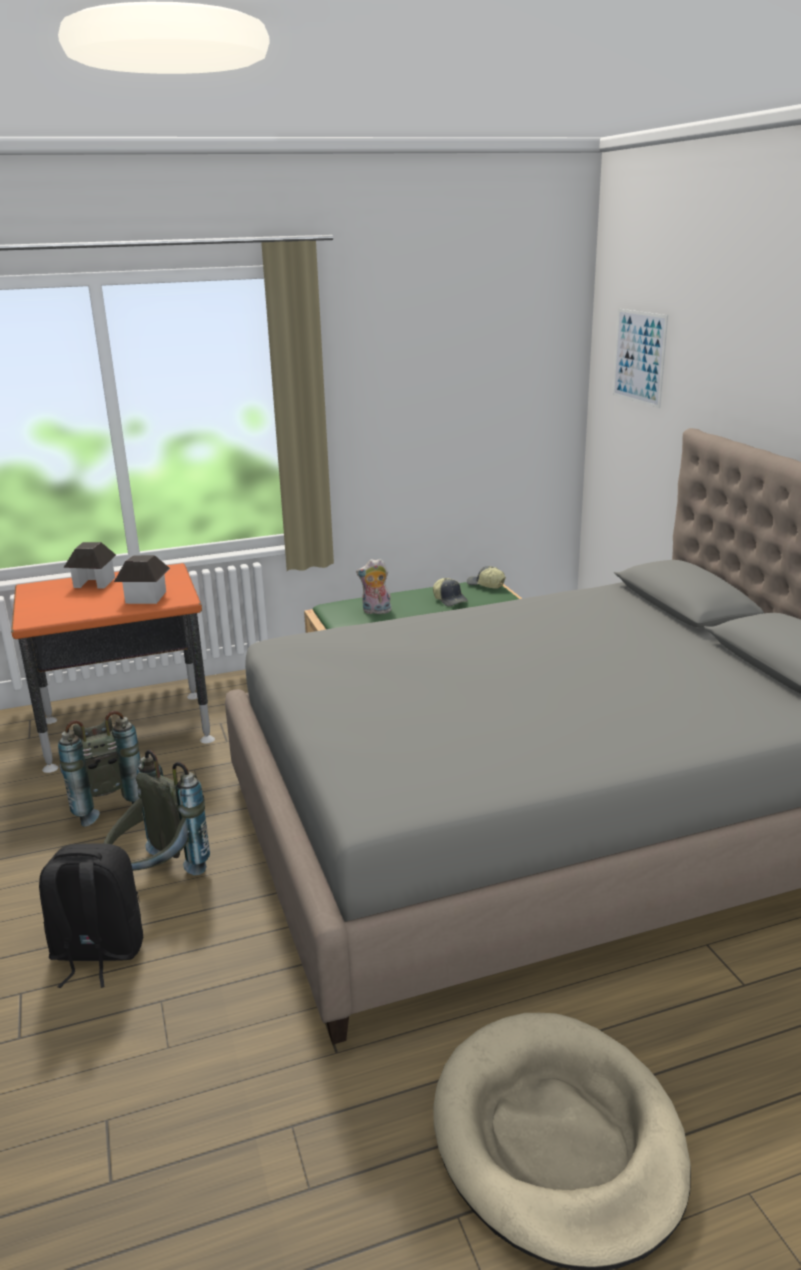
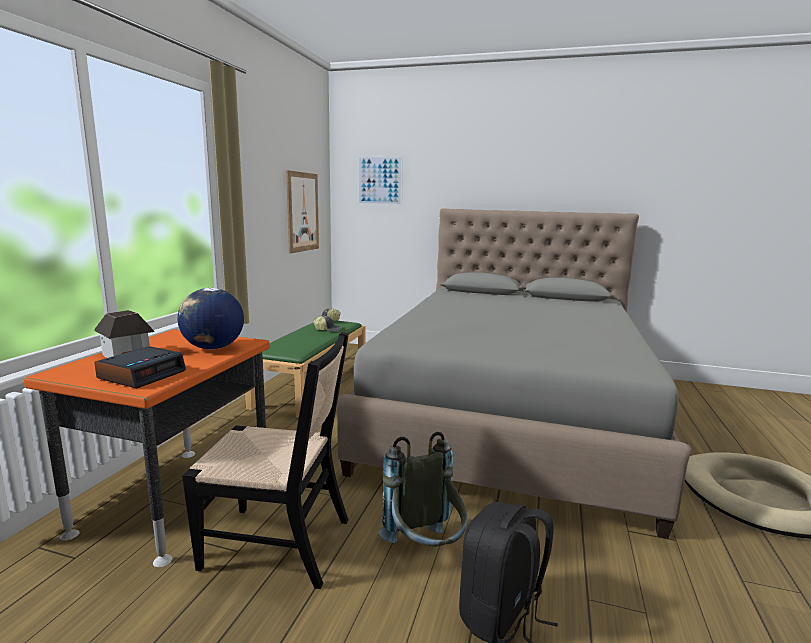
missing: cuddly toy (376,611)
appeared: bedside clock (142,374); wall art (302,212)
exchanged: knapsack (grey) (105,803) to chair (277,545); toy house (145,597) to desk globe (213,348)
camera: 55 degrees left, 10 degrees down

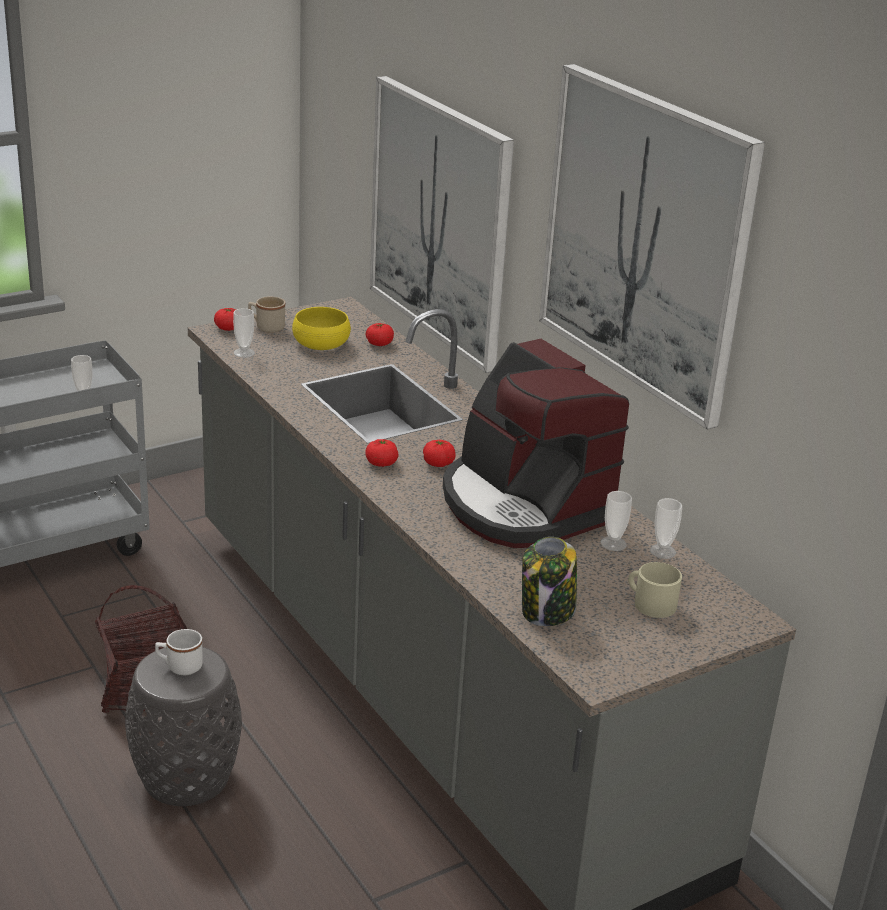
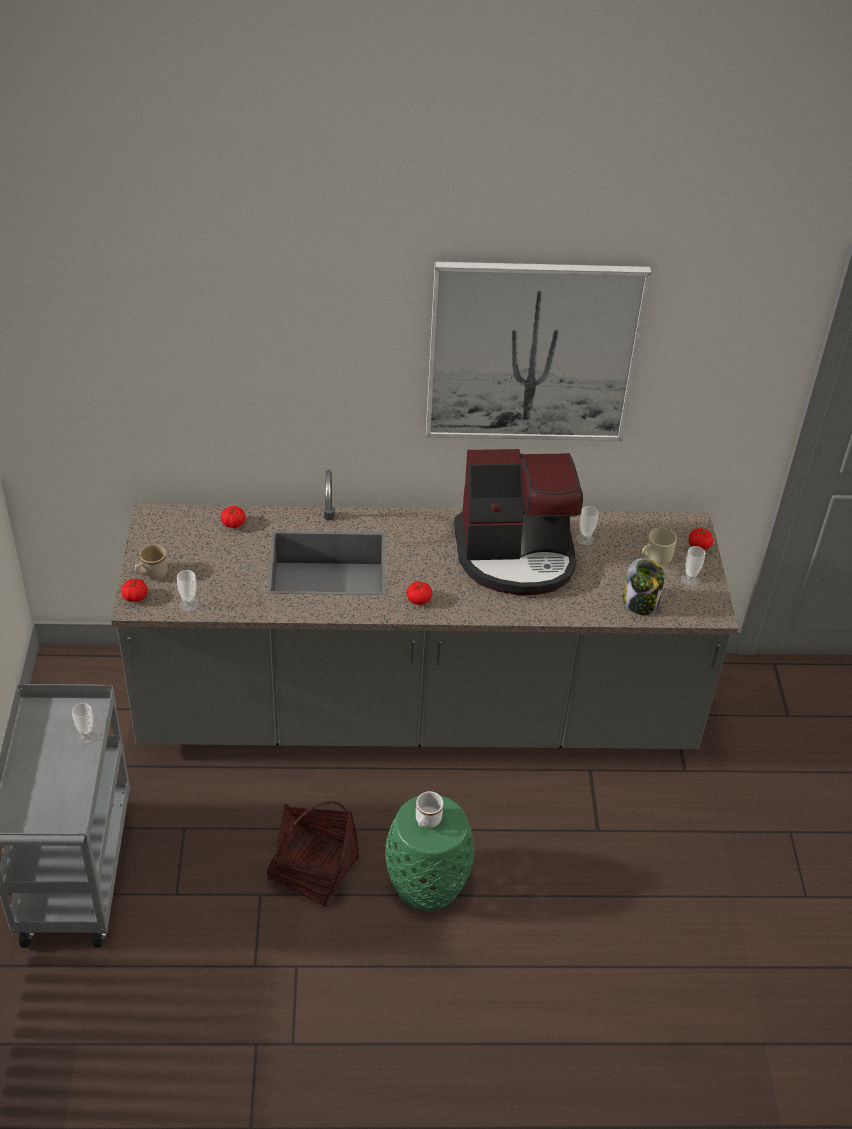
missing: bowl (yellow) (321,343); wall art (439,220)
relocated: fresh tomato (438,463) to (699,545); small cup (662,551) to (690,579)
colour: stool (grey) (186,778) to stool (green) (427,883)
camera: 60 degrees left, 15 degrees up

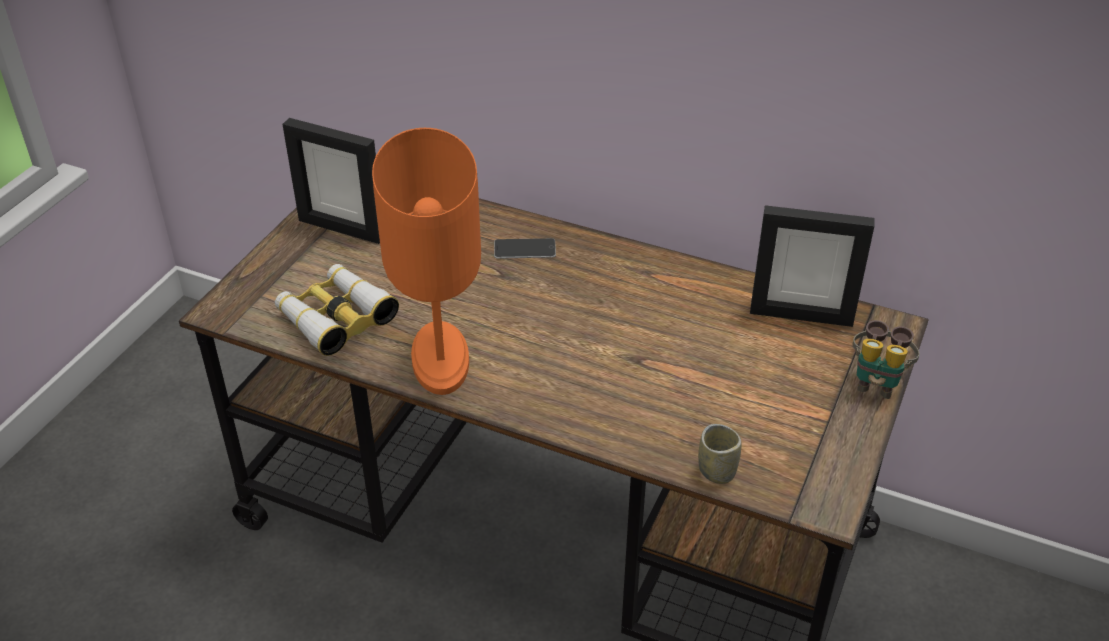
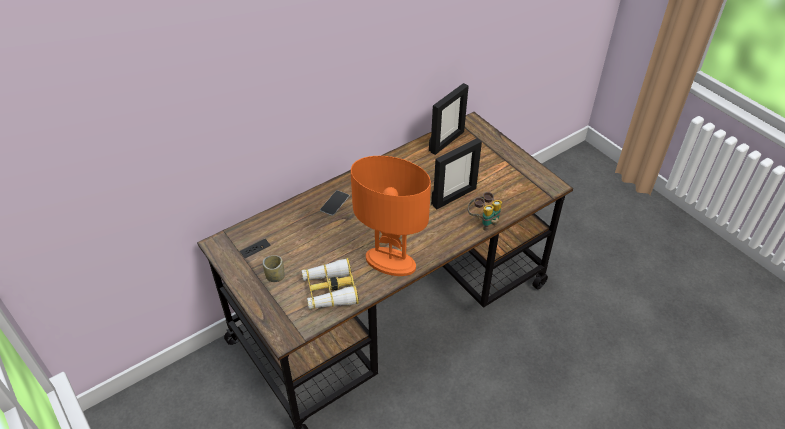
relocated: photo frame (342,227) to (454,196); small cup (717,471) to (275,276); field glasses (877,381) to (483,221)
camera: 60 degrees left, 5 degrees up

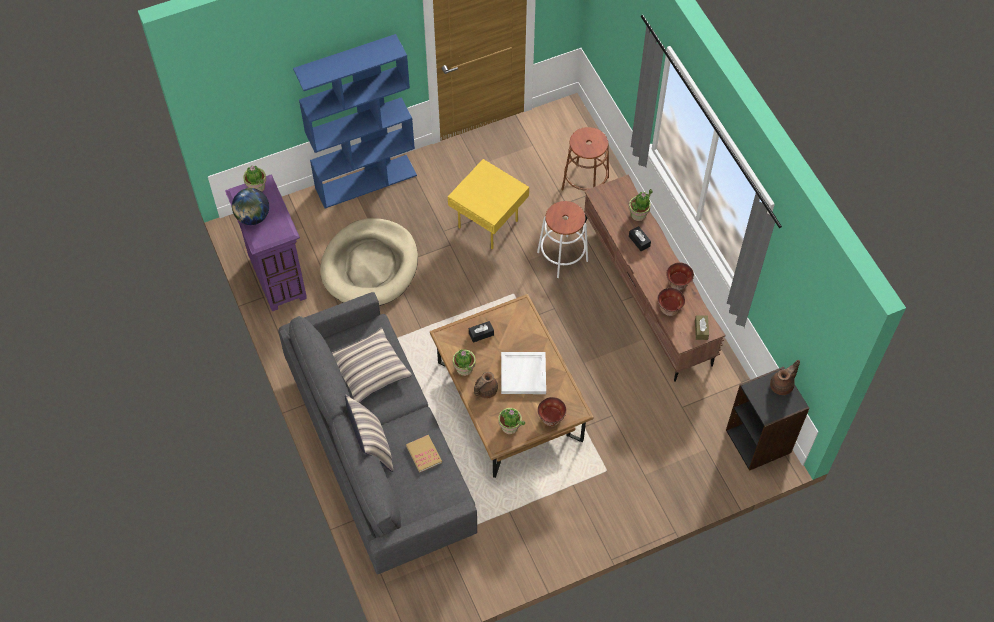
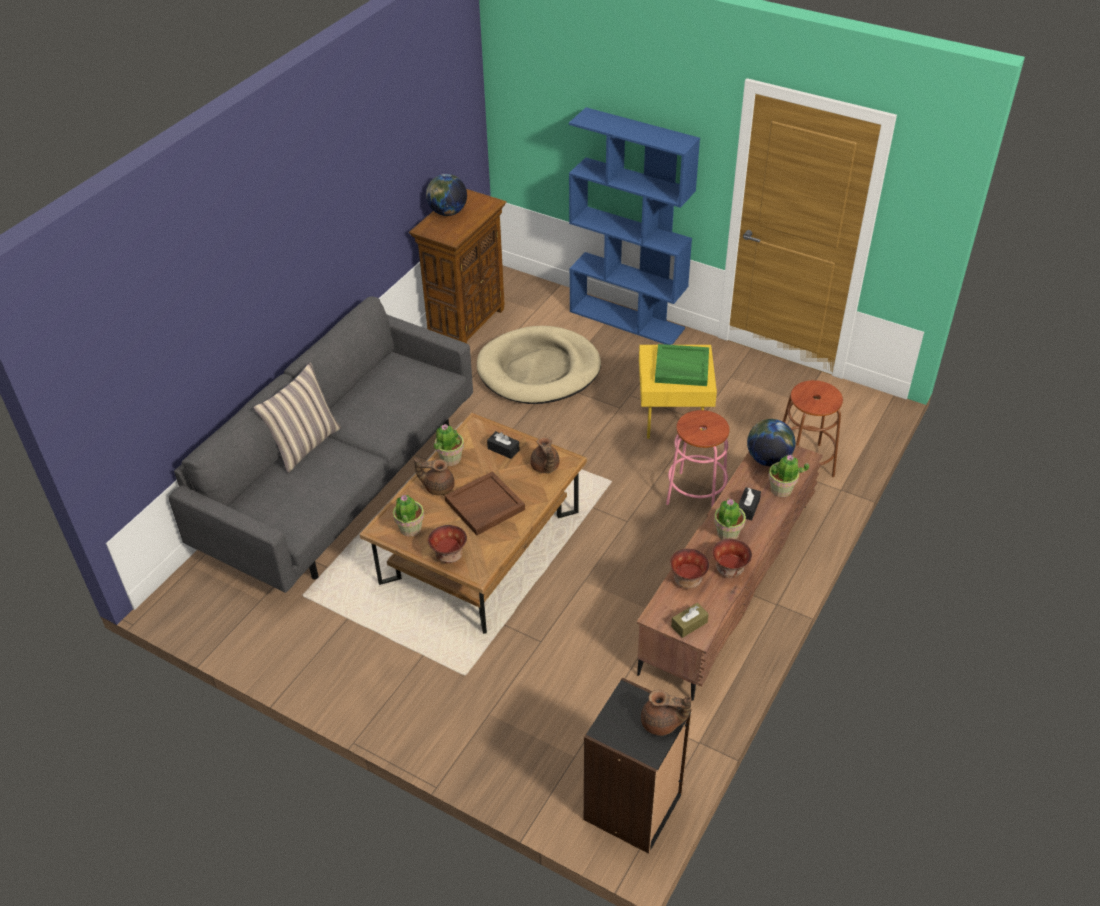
missing: throw pillow (369,370); book (424,454)
appeared: teapot (brown) (545,467); carrying tray (green) (681,367); desk globe (768,459)
relocated: houseplant (257,187) to (727,533)
colour: cupboard (purple) (276,277) to cupboard (brown) (466,322); carrying tray (white) (523,374) to carrying tray (brown) (484,506); stool (white) (562,256) to stool (pinkish) (696,494)
camera: 55 degrees right, 15 degrees down

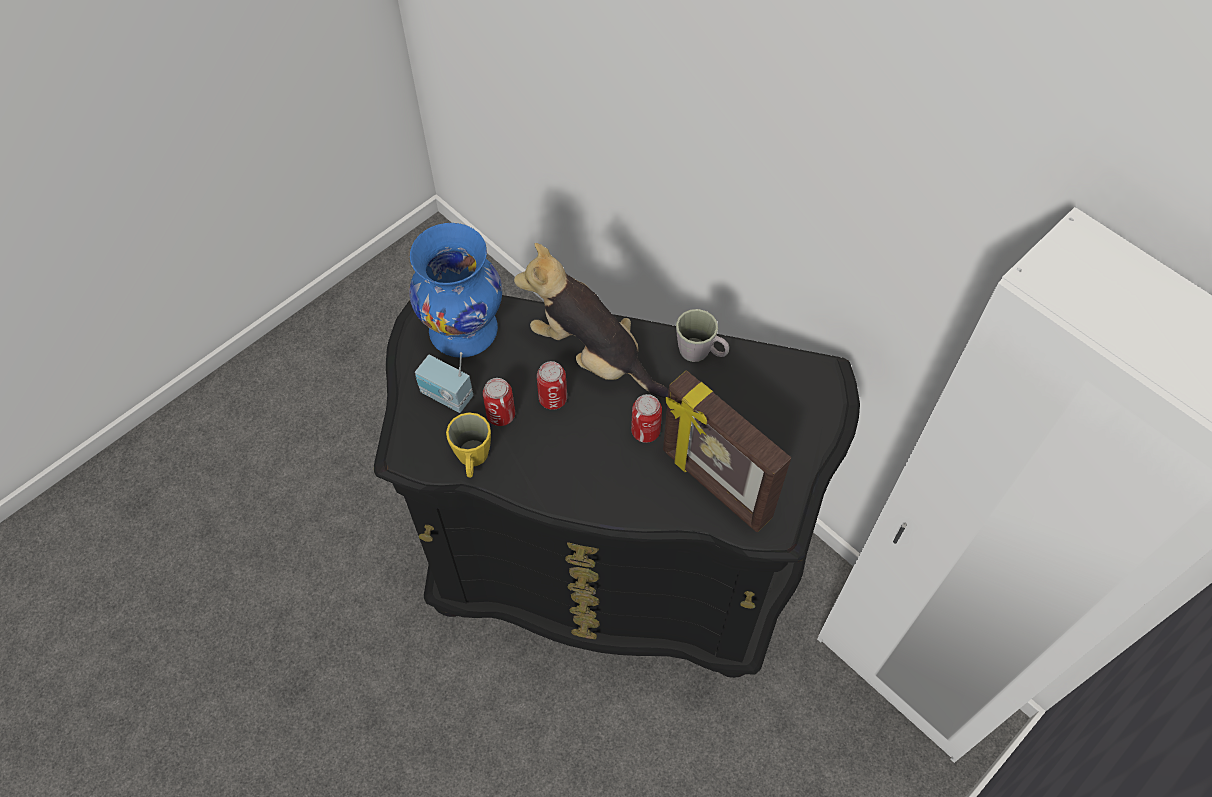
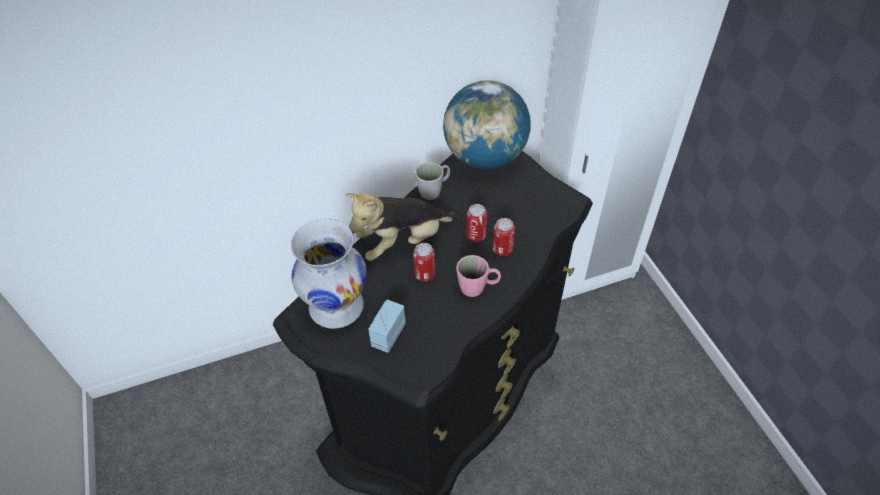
missing: tea mug (yellow) (472,460); photo frame (715,485)
appeared: desk globe (485,158); tea mug (pinkish) (477,287)
relocated: metal can (501,415) to (502,249)
colour: flower vase (blue-coloured) (462,331) to flower vase (white) (336,308)
spun: radio receiver (446,396) = (387,335) 150 degrees clockwise
camera: 65 degrees left, 10 degrees down

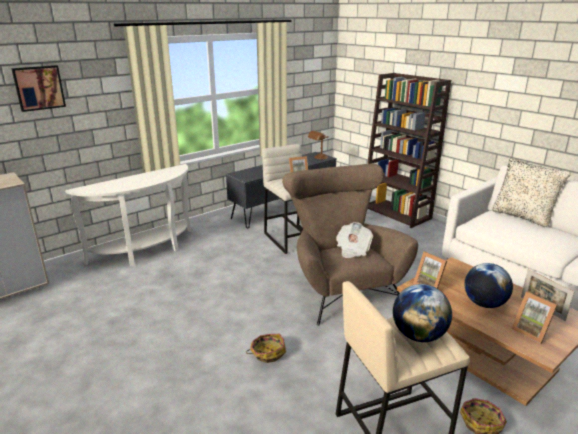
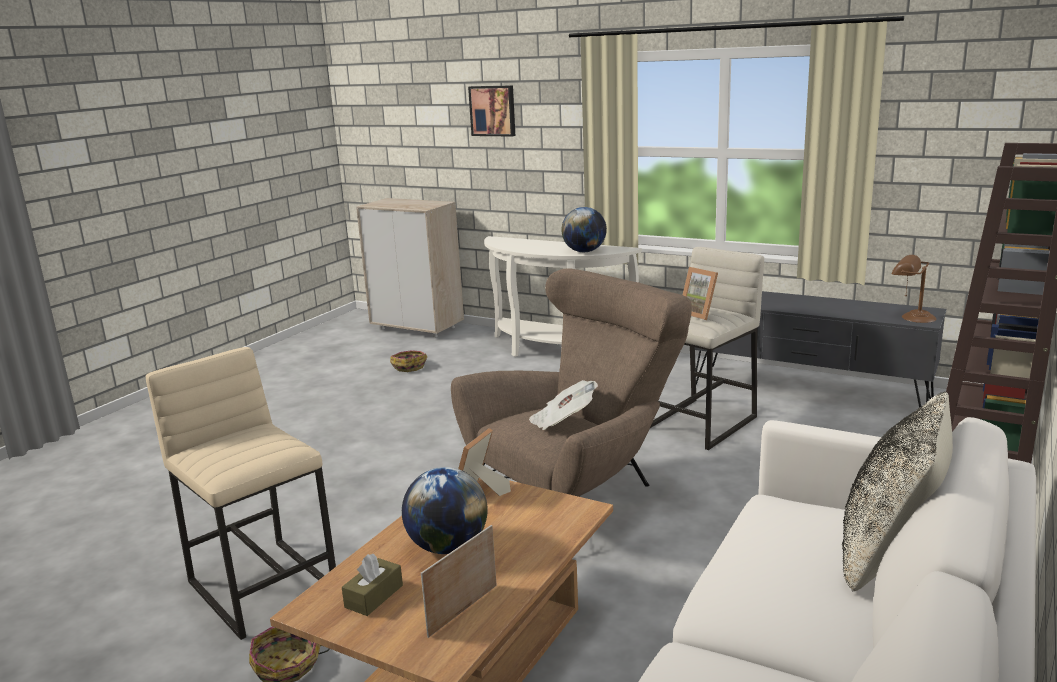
relocated: storage basket (267,353) to (409,366); desk globe (418,335) to (584,251)
exchanged: photo frame (531,331) to box of tissues (brown) (374,596)
camera: 70 degrees right, 5 degrees down

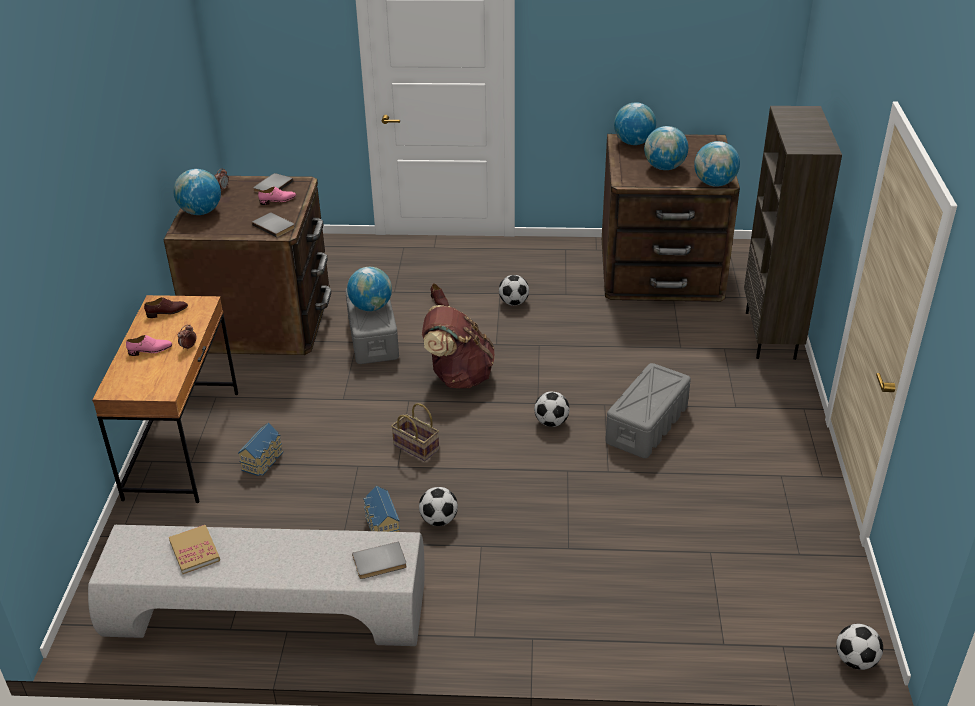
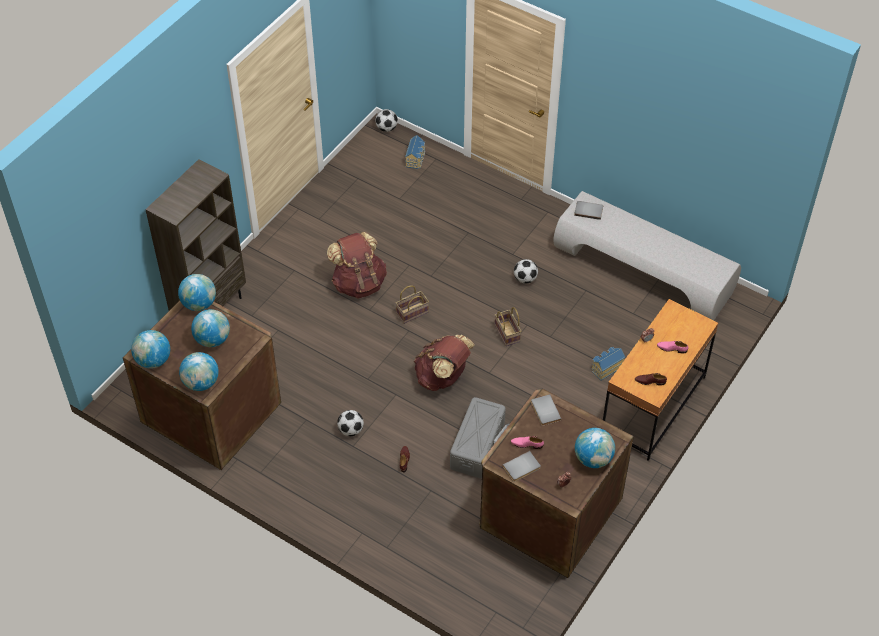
missing: book (194,551)
relocated: desk globe (371,307) to (153,360); toy house (381,527) to (416,158)
exchanged: football ball (551,422) to storage basket (412,312); storage box (grey) (646,425) to knapsack (brown) (359,283)
camera: 150 degrees left, 15 degrees up

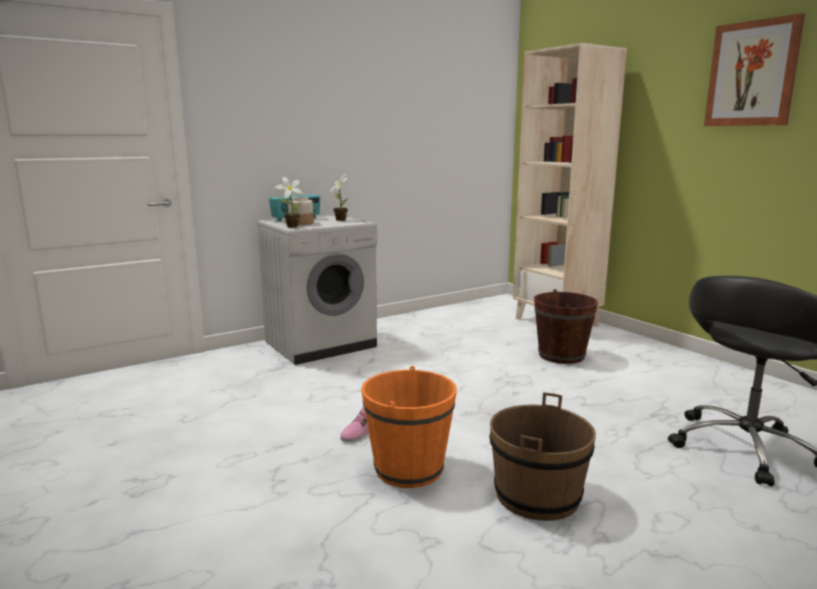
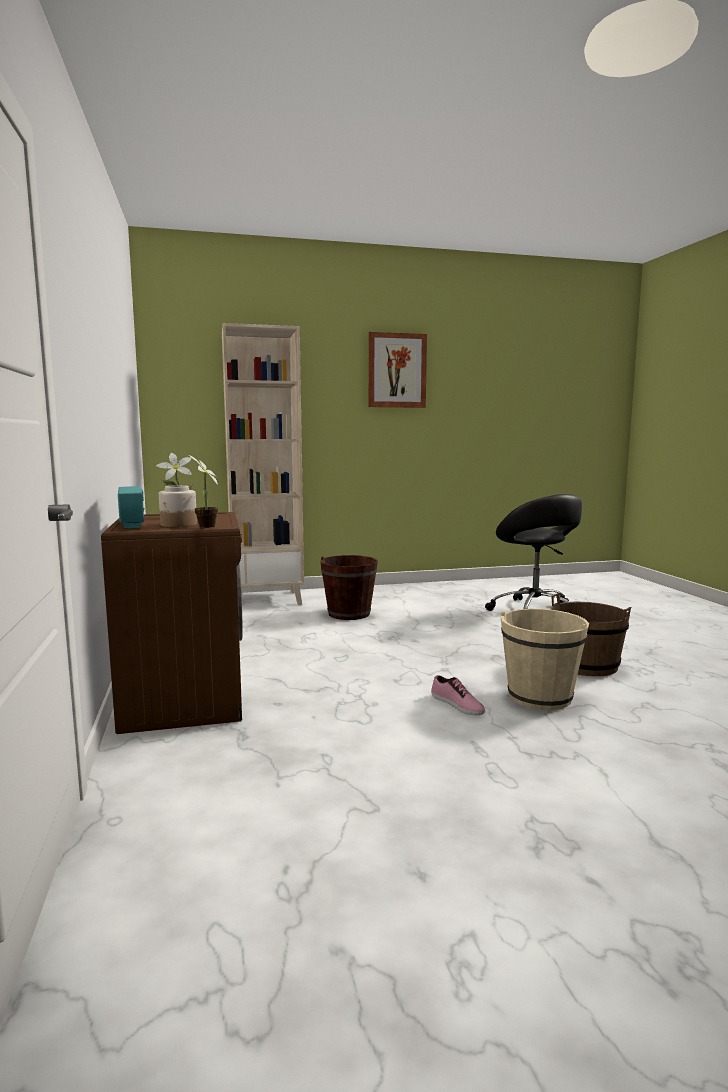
colour: laundry appliance (white) (322,345) to laundry appliance (brown) (187,699); pail (orangey) (409,469) to pail (sand-coloured) (540,696)
camera: 70 degrees left, 5 degrees down

